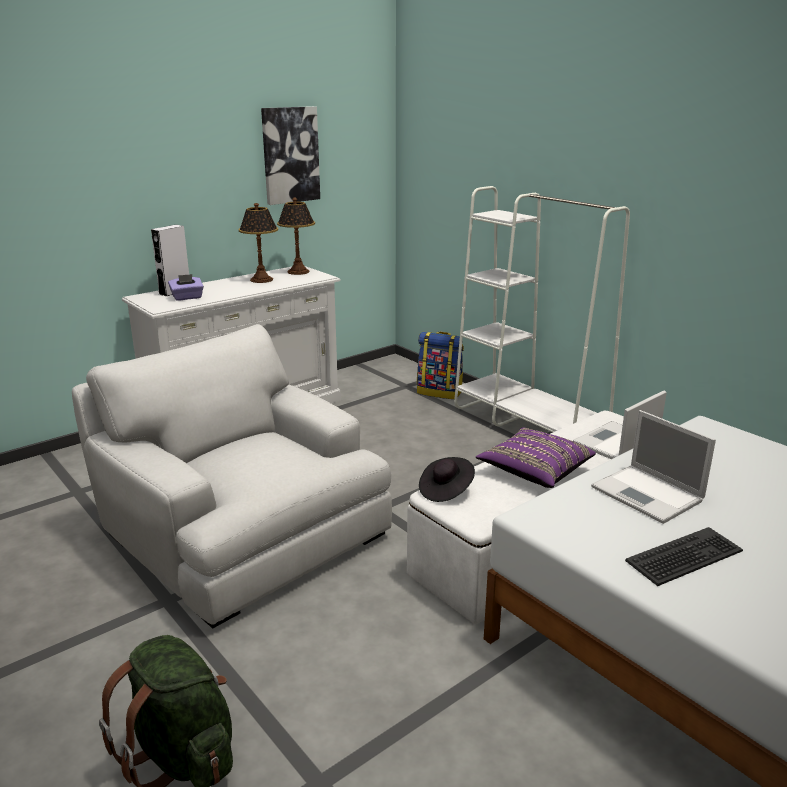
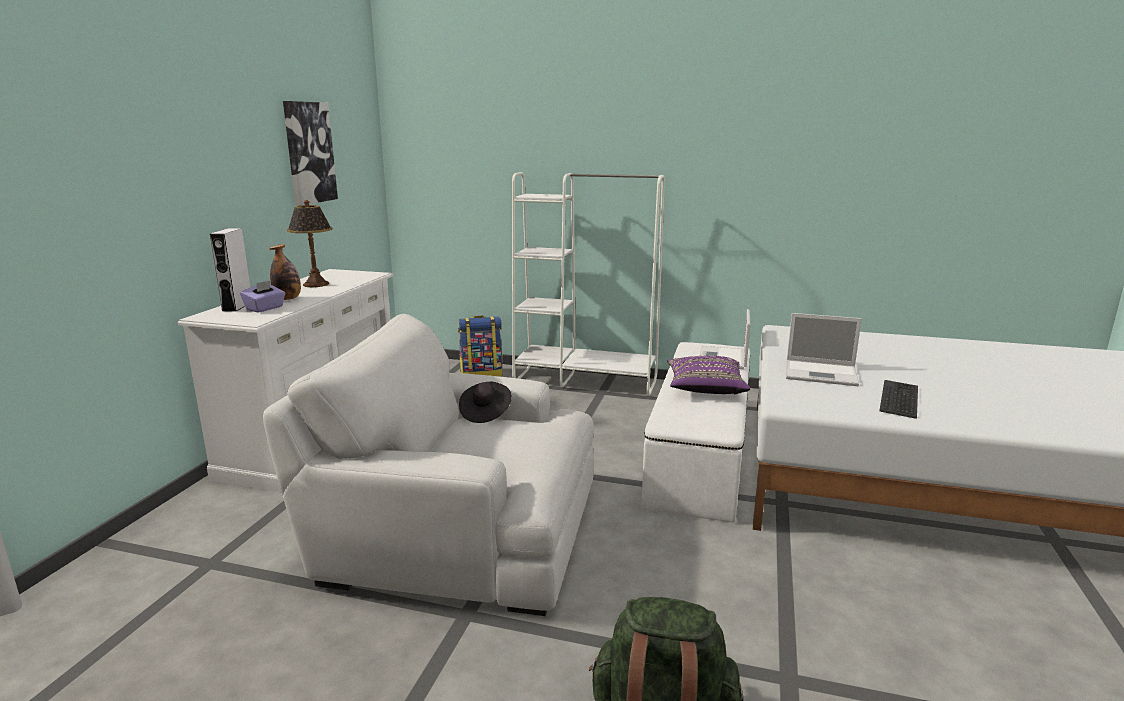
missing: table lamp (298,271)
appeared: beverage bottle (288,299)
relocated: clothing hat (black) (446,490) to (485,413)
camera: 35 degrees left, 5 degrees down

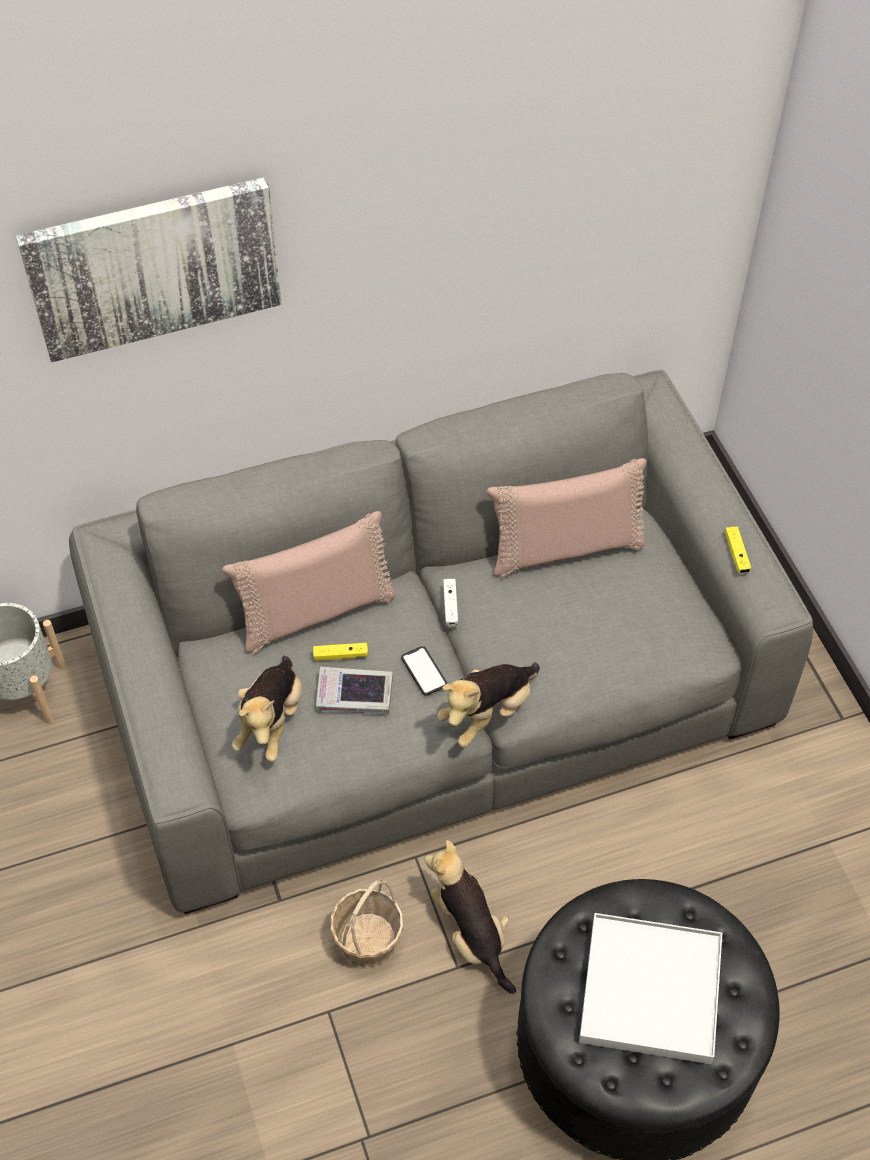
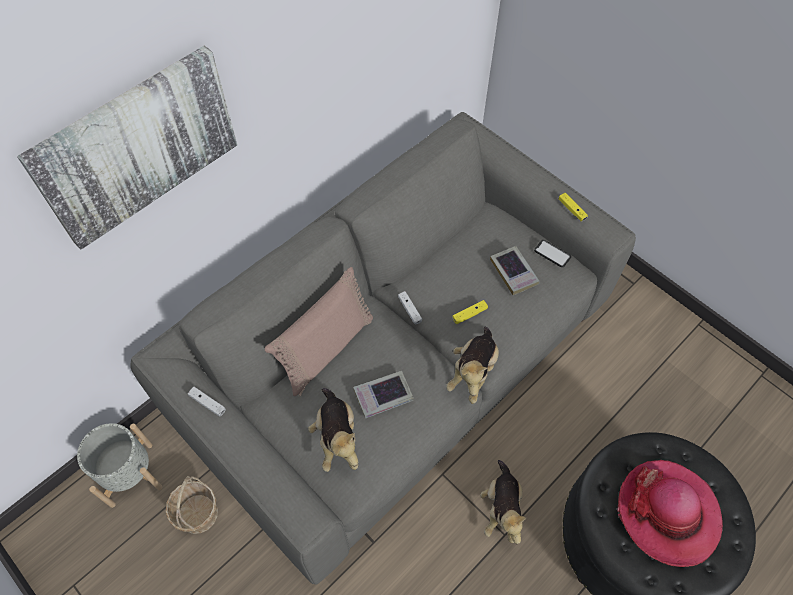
missing: throw pillow (sand-coloured) (565,548)
appeared: joypad (white) (207,403); book (513,272)
relocated: joypad (yellow) (340,655) to (469,314); storage basket (367,941) to (197,514); phone (424,671) to (552,254)
exchanged: carrying tray (white) (650,991) to clothing hat (668,513)
spun: cuddly toy (471,933) = (501,508) 120 degrees counterclockwise
camera: 25 degrees left, 5 degrees up

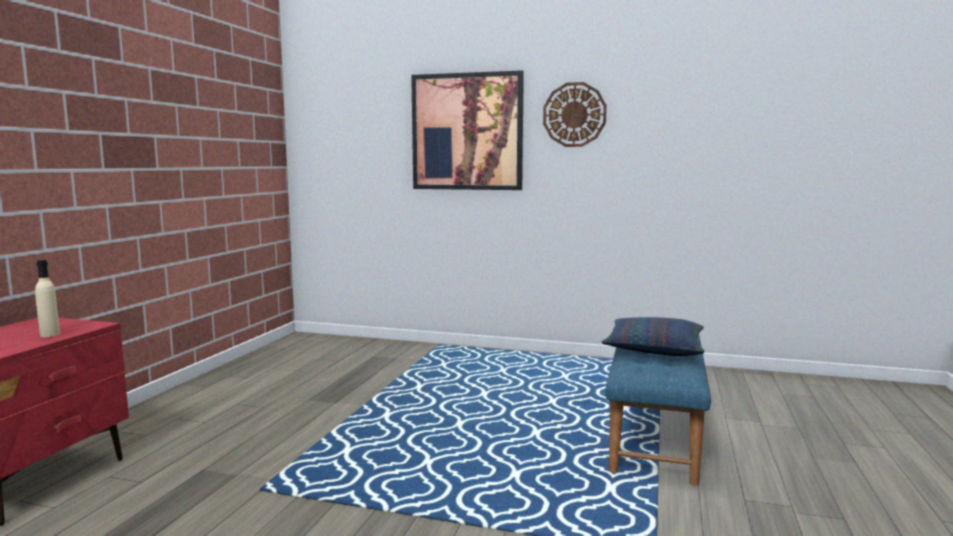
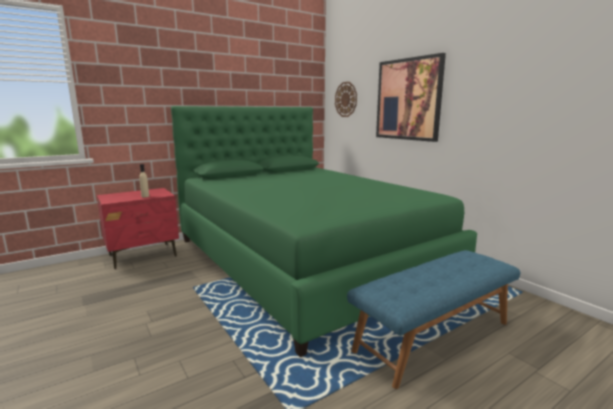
missing: throw pillow (blue-coloured) (654,349)
appeared: bedroom bed (green) (305,259)
relocated: clock on the wall (574,115) to (346,99)
camera: 40 degrees right, 5 degrees up

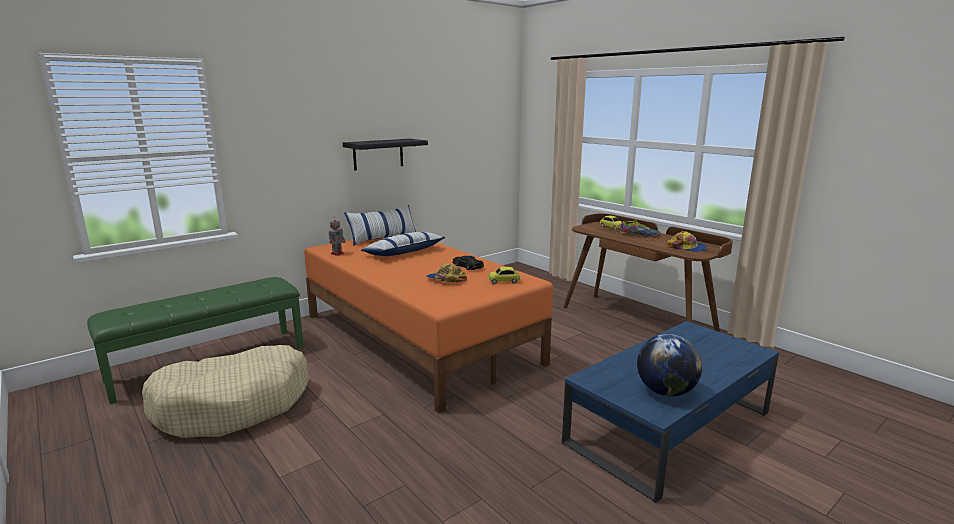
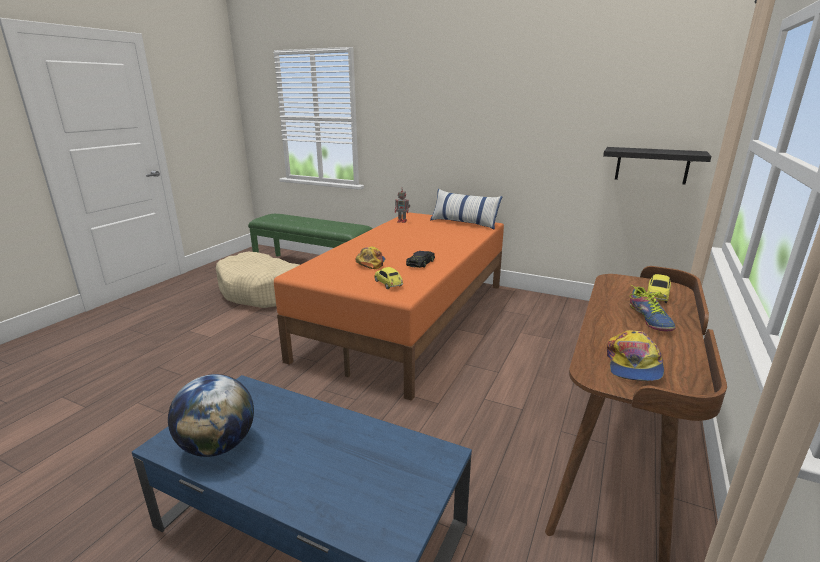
missing: throw pillow (404,252)
relocated: shelf (black) (378,154) to (652,165)
camera: 65 degrees right, 5 degrees up

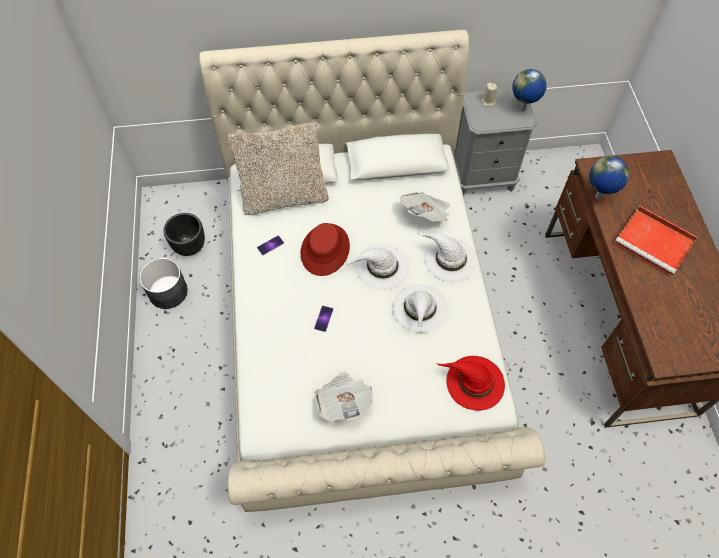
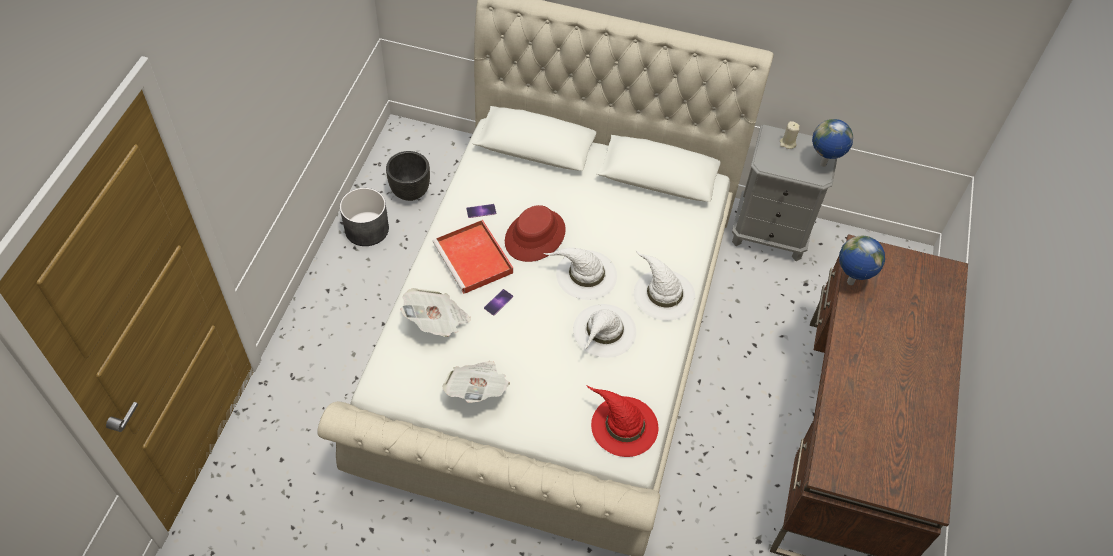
missing: throw pillow (sand-coloured) (284,194)
relocated: printed paper (426,214) to (437,321); carrying tray (red-coloured) (655,243) to (474,260)
camera: 20 degrees right, 5 degrees down

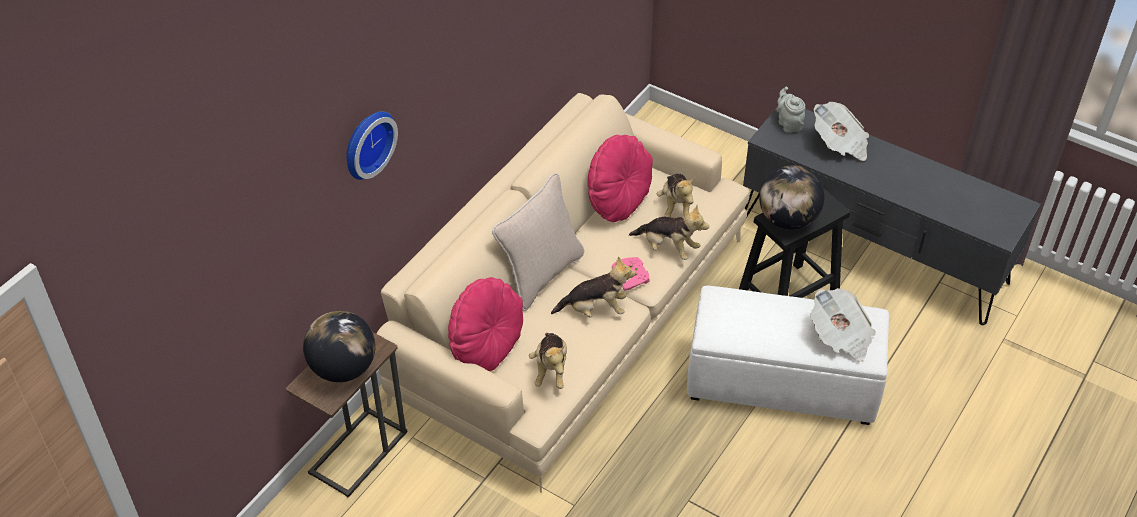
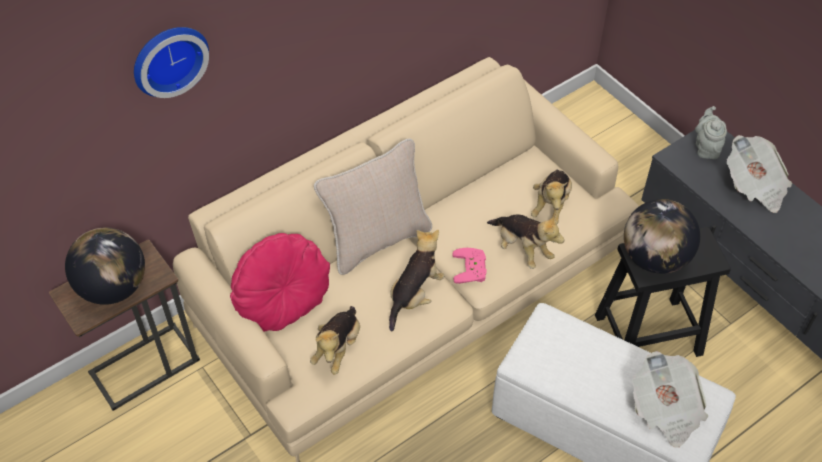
missing: throw pillow (pinkish) (619,204)
spun: cuddly toy (595,309) = (415,295) 75 degrees counterclockwise
camera: 20 degrees right, 5 degrees up

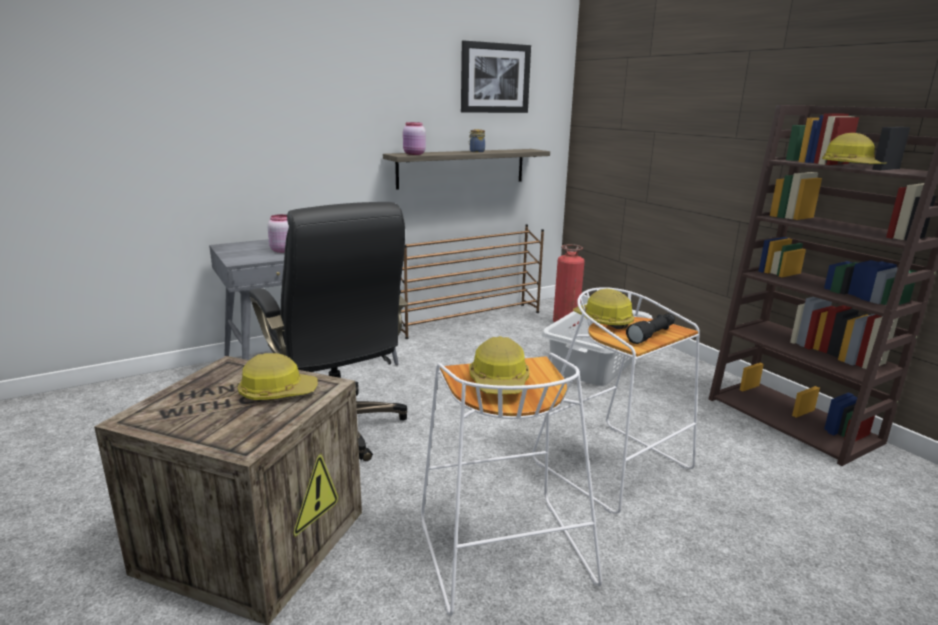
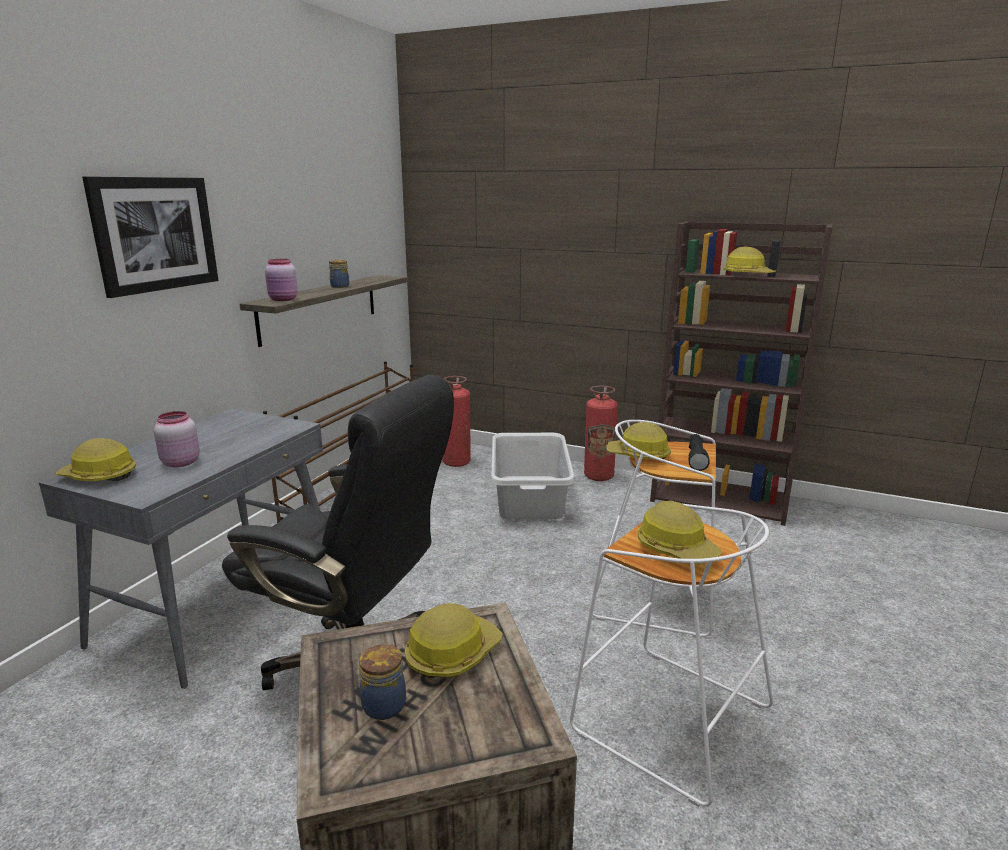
appeared: safety helmet (99,476); jar (383,704); extinguisher (598,476)
relocated: wall art (495,78) to (155,234)
camera: 35 degrees left, 0 degrees up

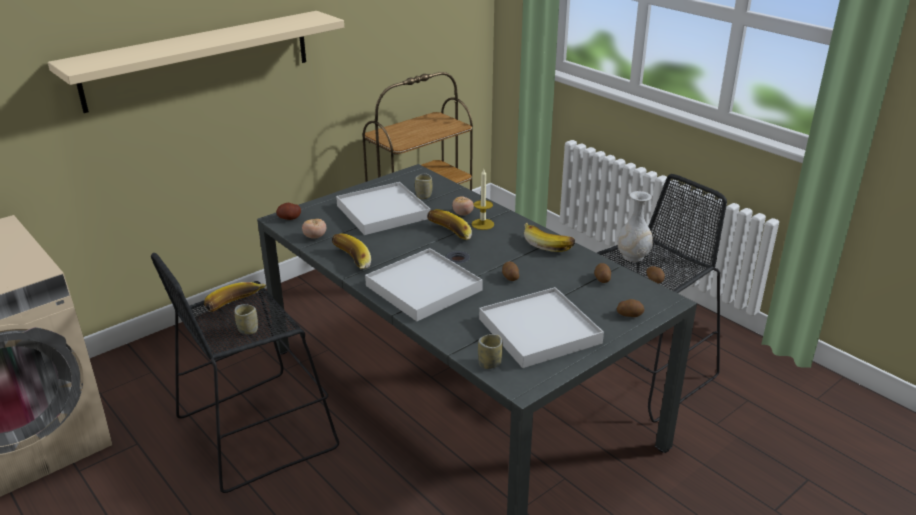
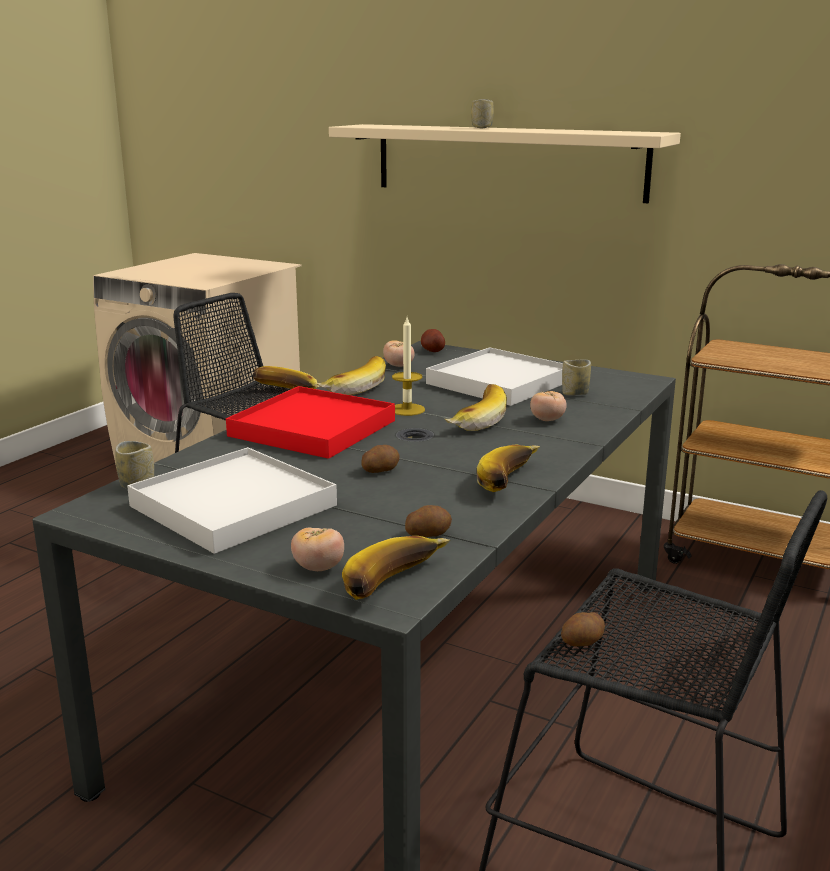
missing: flower vase (white) (633,256)
appeared: banana fruit (398,586)
relocated: small cup (248,330) to (482,128); wax candle (482,224) to (407,409)
exchanged: spud (629,314) to fresh tomato (318,568)
colour: carrying tray (white) (423,288) to carrying tray (red-coloured) (312,428)
camera: 70 degrees right, 10 degrees down

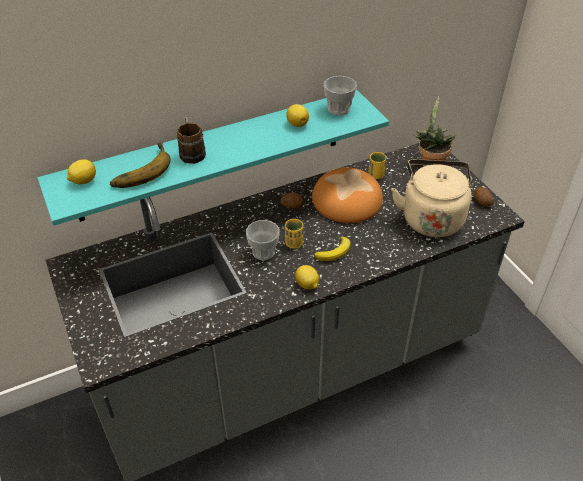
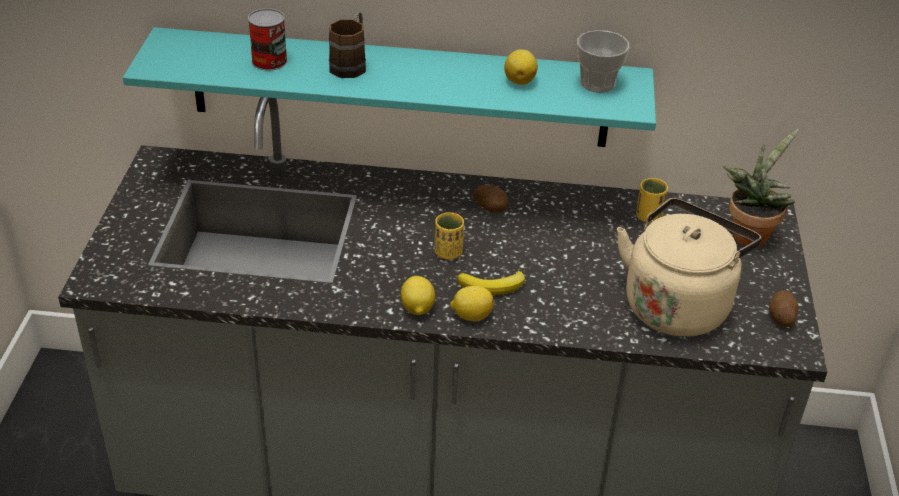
missing: small cup (263,252); baked bread (346,200)
relocated: lemon (83,181) to (471,315)
exchanged: banana fruit (139,170) to metal can (269,61)
camera: 30 degrees right, 5 degrees down

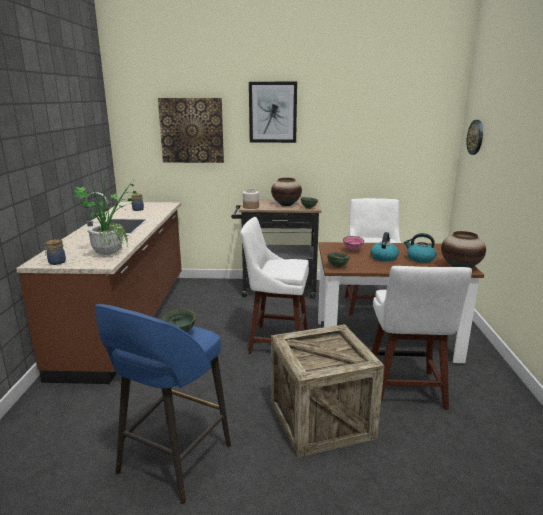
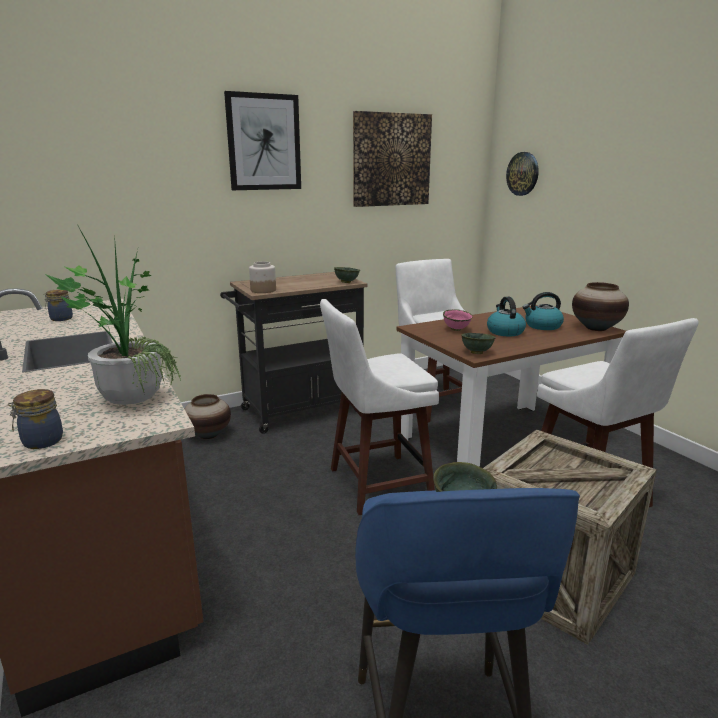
relocated: wall art (192,130) to (391,160); flower vase (286,204) to (208,435)
camera: 30 degrees left, 0 degrees up

